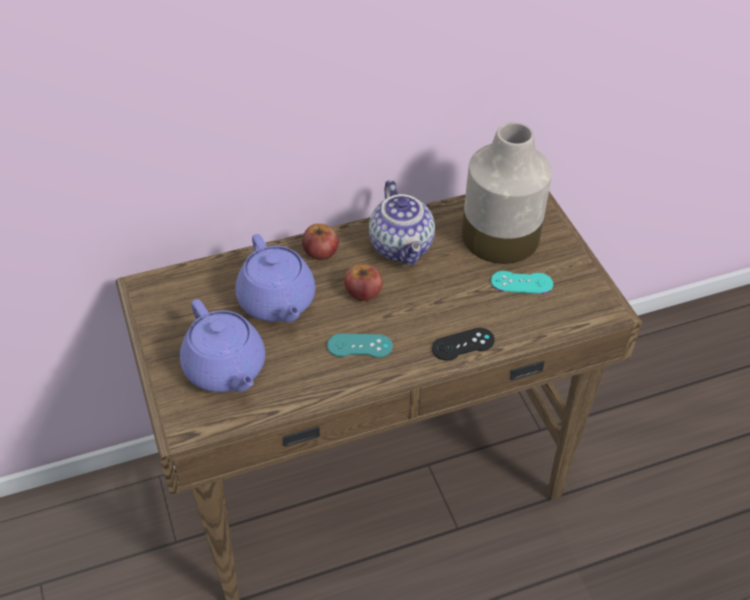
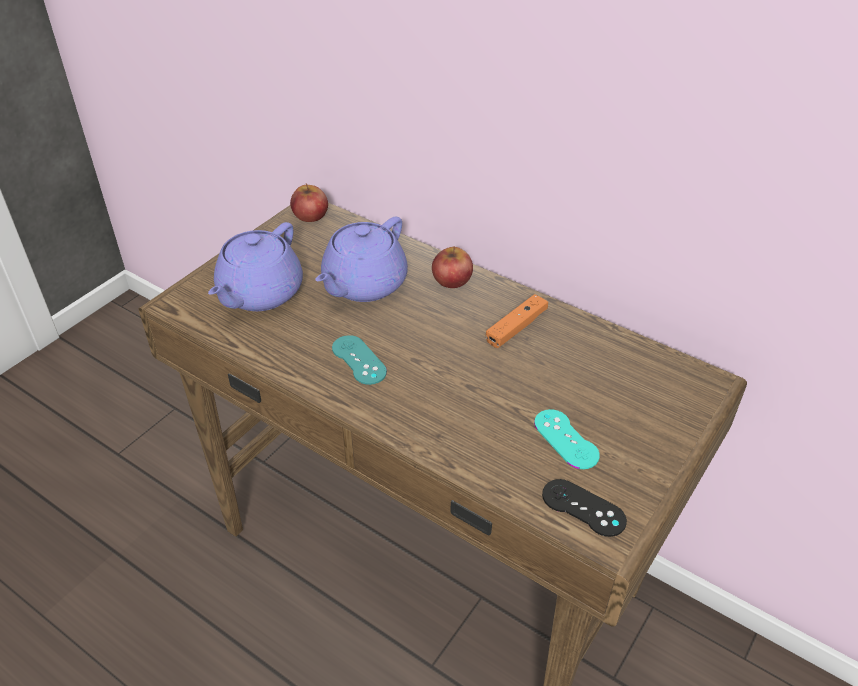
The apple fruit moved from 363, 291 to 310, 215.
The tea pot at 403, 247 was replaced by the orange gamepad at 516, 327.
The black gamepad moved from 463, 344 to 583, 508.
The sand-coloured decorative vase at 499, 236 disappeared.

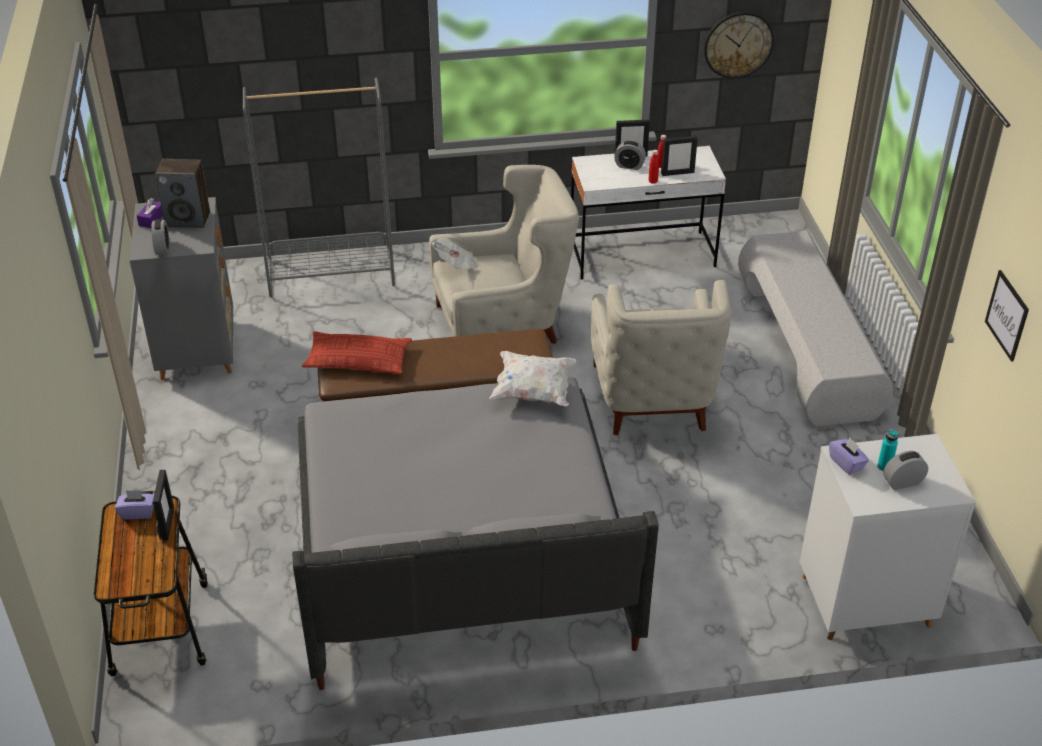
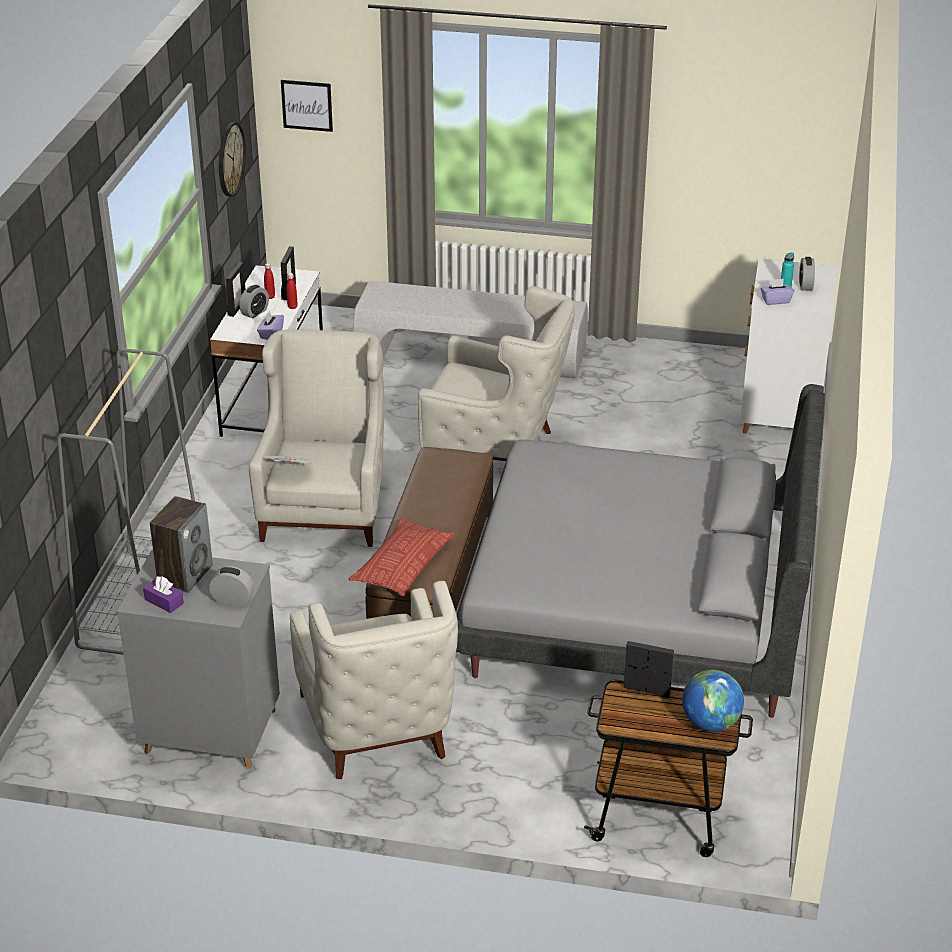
The purple tissue holder moved from 138, 512 to 271, 334.
The wall picture moved from 1007, 315 to 307, 105.
The sand-coloured lounge chair at 378, 731 appeared.
The globe at 710, 723 appeared.
The white pillow at 533, 391 disappeared.

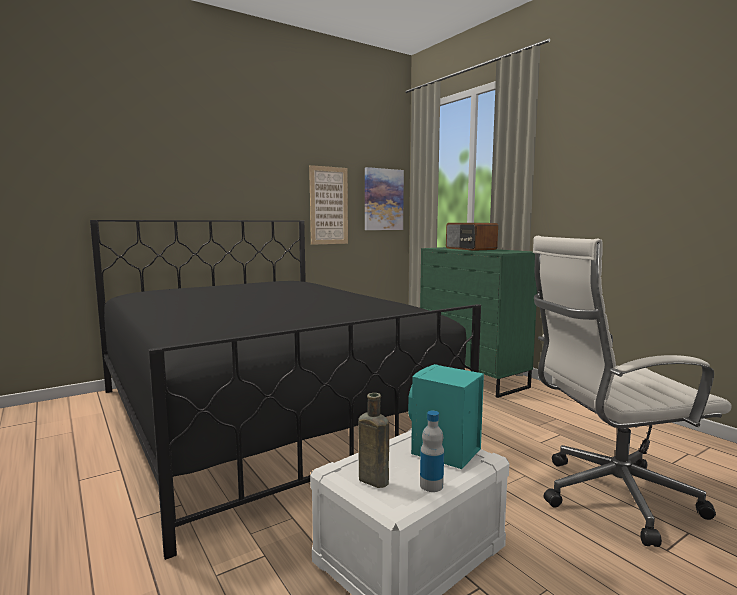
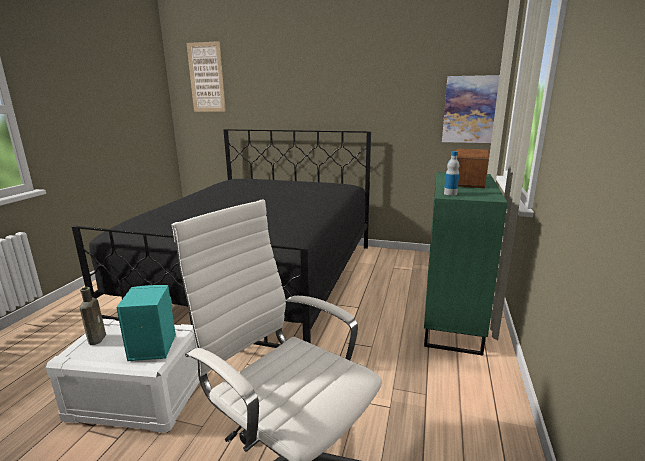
The wall picture moved from 329, 205 to 206, 77.
The drink bottle moved from 431, 485 to 450, 193.

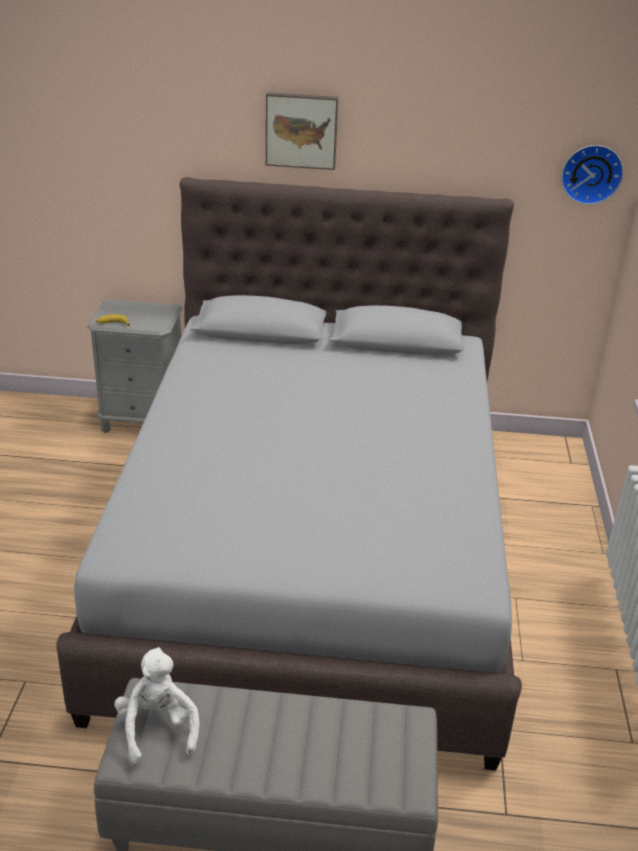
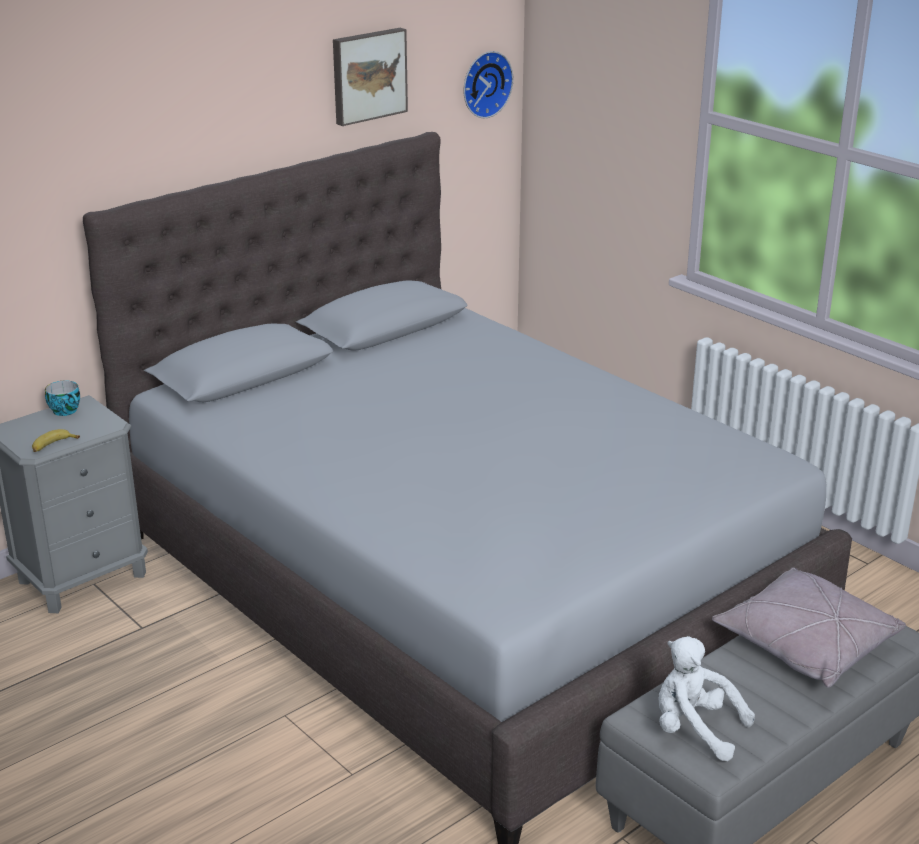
The drinking cup at 67, 411 appeared.
The wall picture moved from 301, 130 to 368, 75.
The purple pillow at 805, 645 appeared.

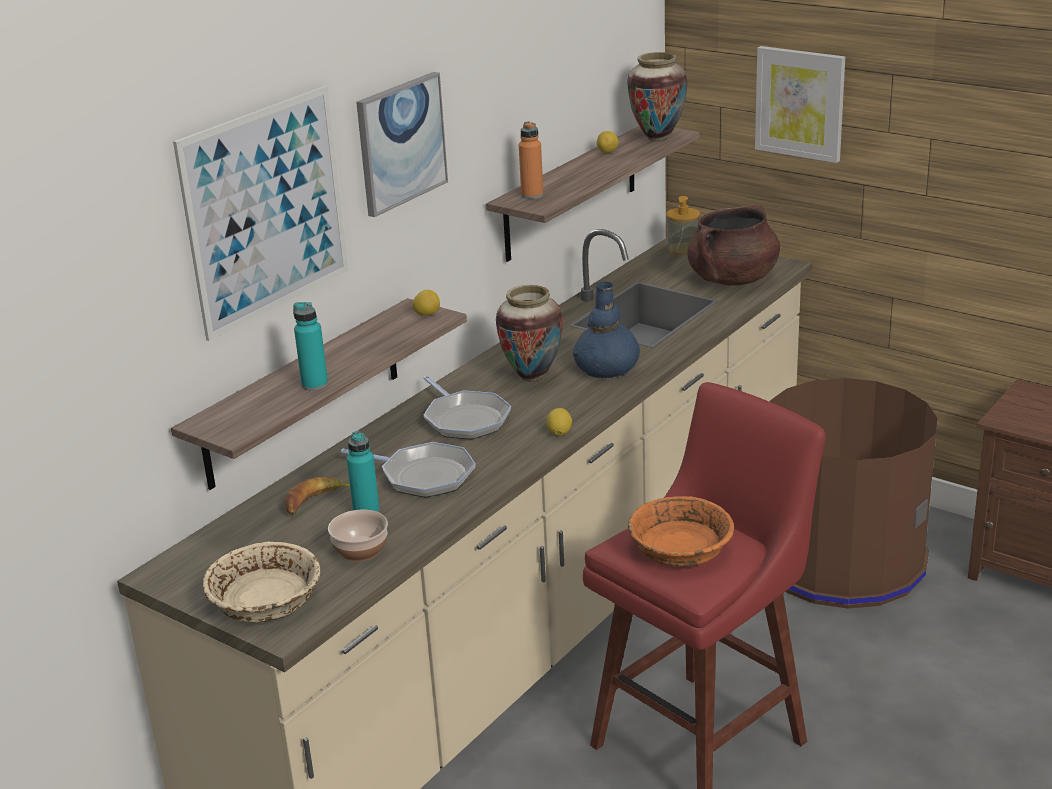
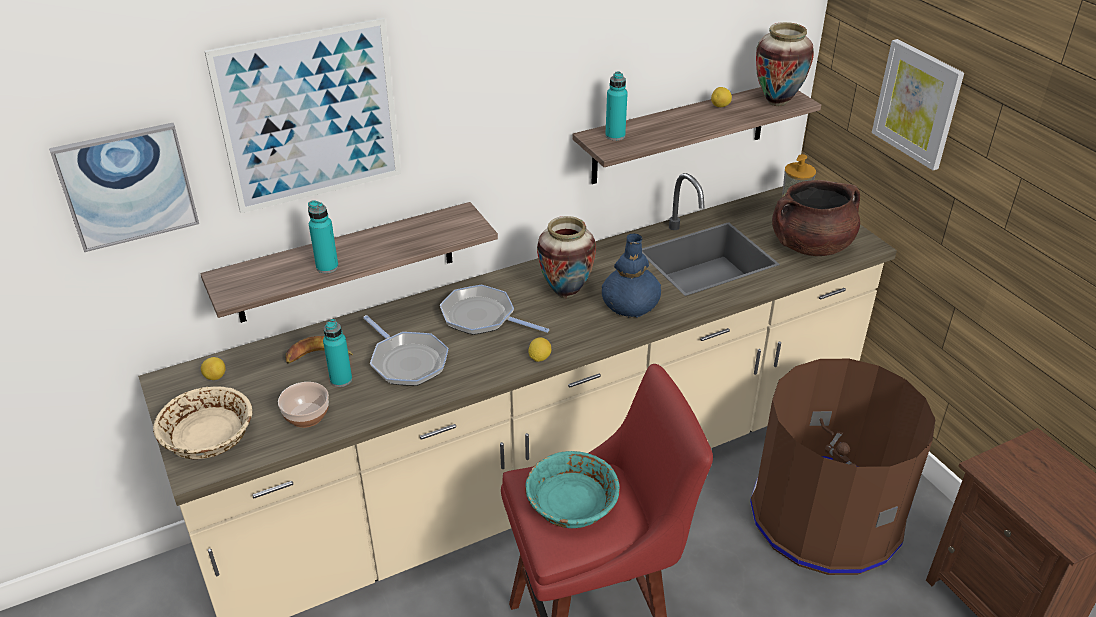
The wall picture moved from 401, 143 to 127, 186.
The citrus fruit moved from 427, 314 to 215, 377.
The skillet at 465, 419 turned 120 degrees clockwise.
The orange deep dish at 679, 548 became the turquoise deep dish at 571, 502.
The orange drink bottle at 532, 195 became the turquoise drink bottle at 615, 136.

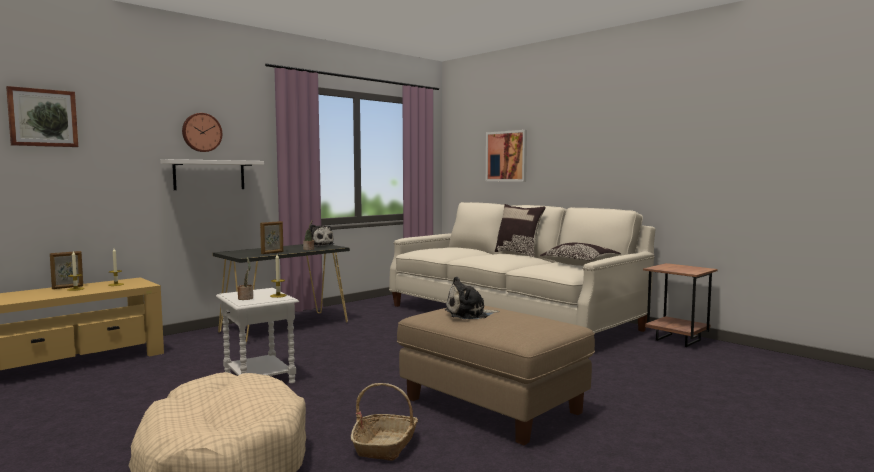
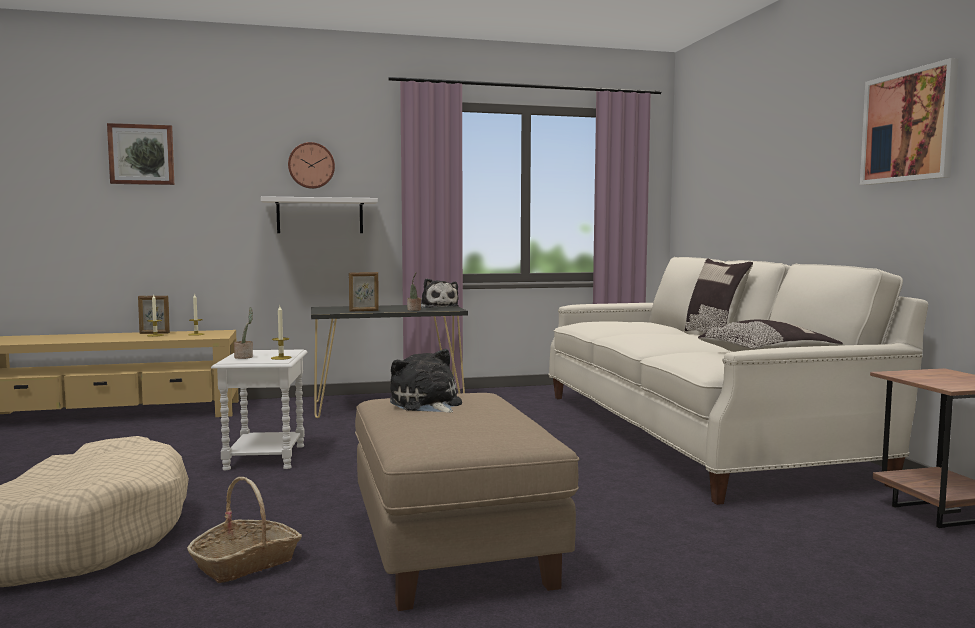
The cuddly toy at 469, 314 turned 45 degrees clockwise.
The wall picture moved from 506, 156 to 908, 126.

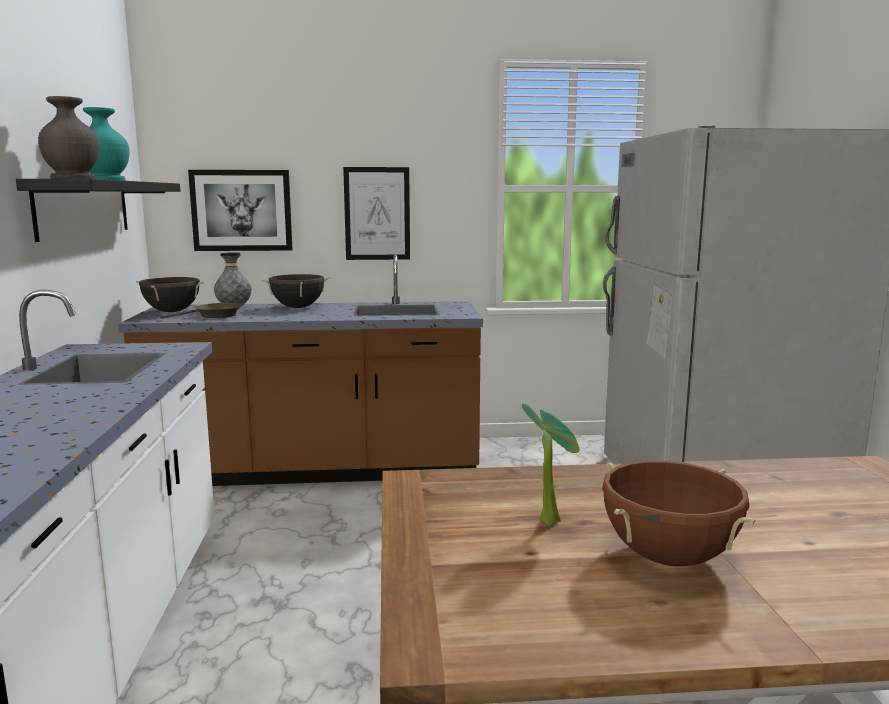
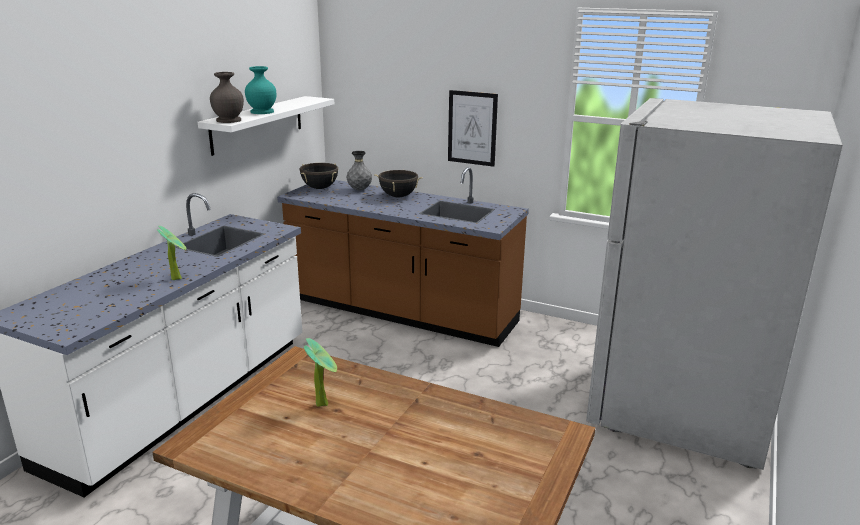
The plant in a pot at 177, 278 appeared.
The black bracket shelf at 84, 208 became the white bracket shelf at 257, 124.
The brownish skillet at 214, 316 disappeared.
The wall picture at 241, 210 disappeared.
The brownish stockpot at 669, 557 disappeared.

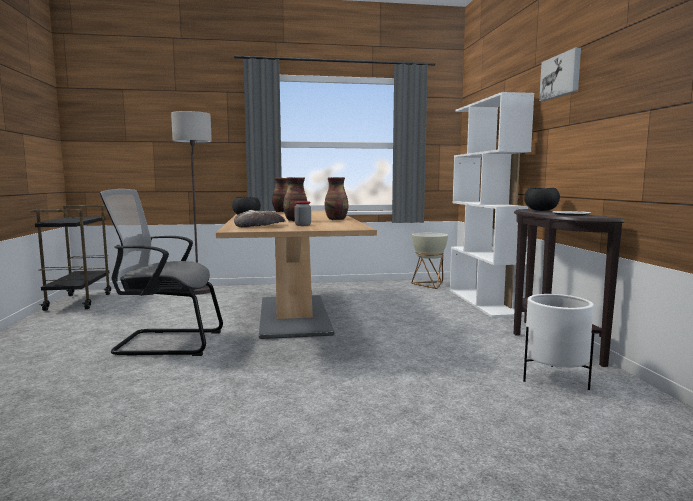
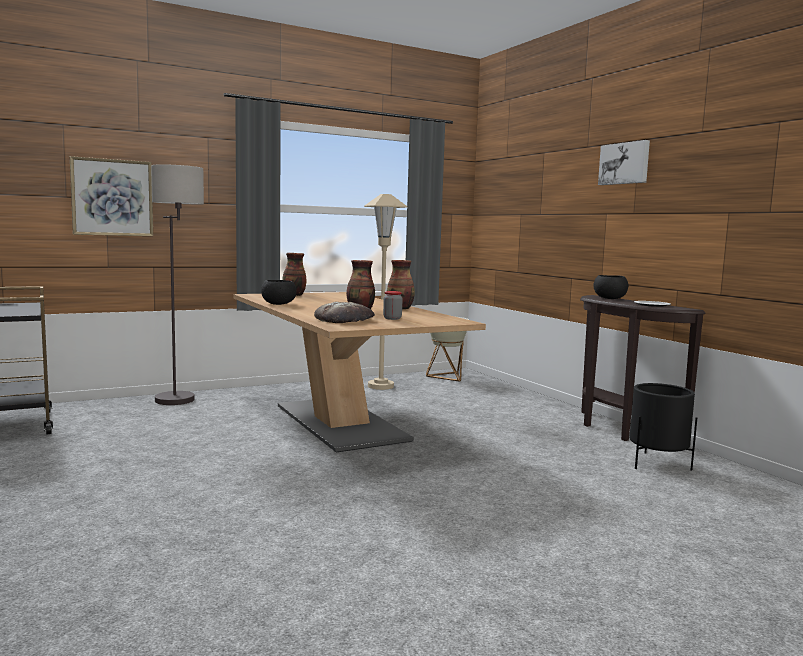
The wall picture at 112, 197 appeared.
The sand-coloured standard lamp at 380, 386 appeared.
The white flower pot at 554, 378 became the black flower pot at 657, 464.
The chair at 166, 342 disappeared.
The white bookcase at 483, 302 disappeared.

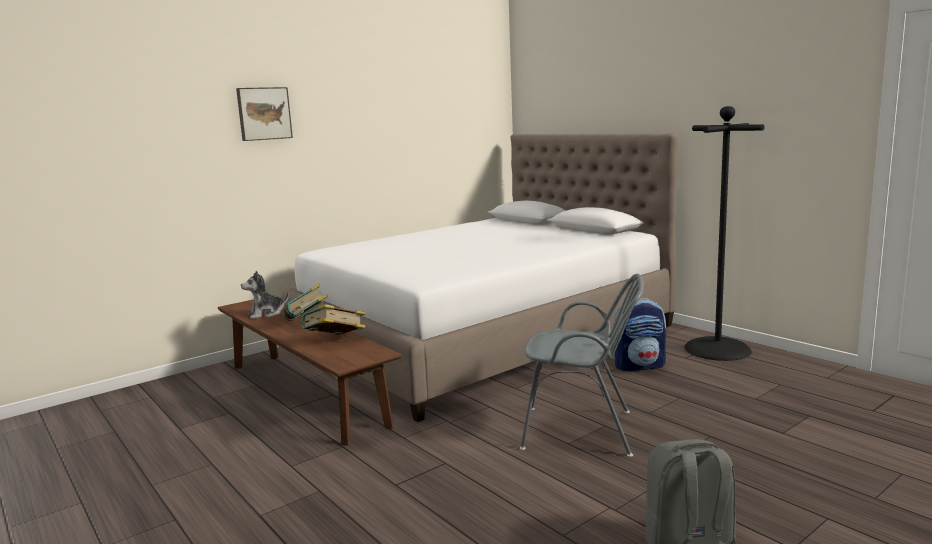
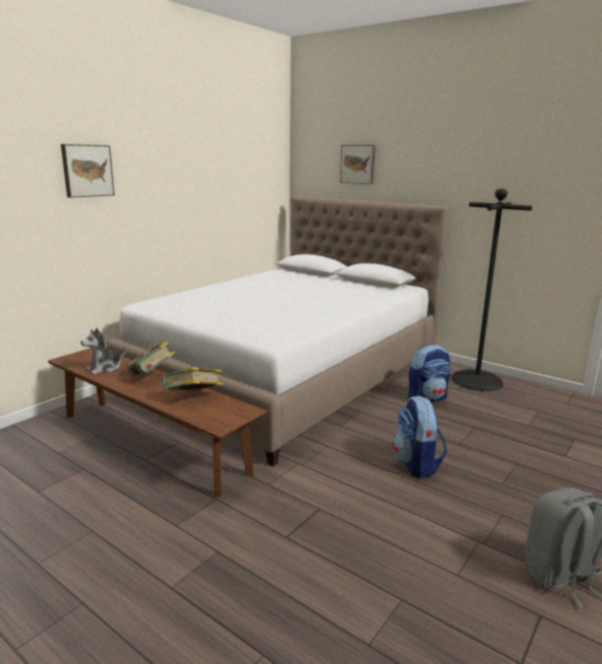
The wall picture at 358, 164 appeared.
The gray chair at 583, 430 was replaced by the backpack at 417, 464.

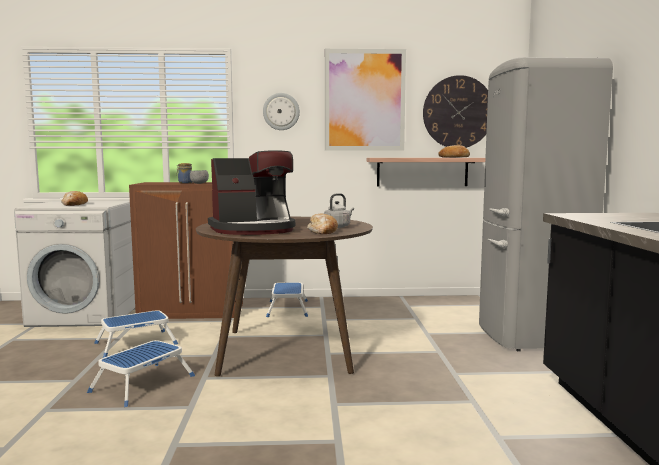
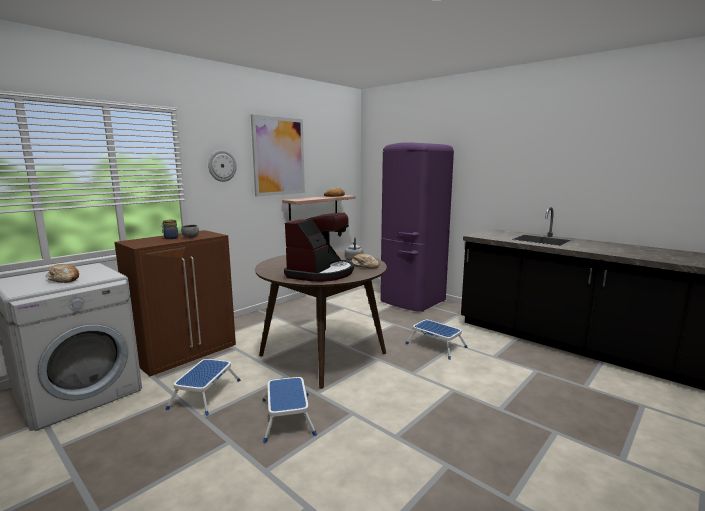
The gray kitchen fridge at 528, 336 became the purple kitchen fridge at 411, 302.
The blue stepladder moved from 287, 308 to 436, 345.
The wall clock at 458, 112 disappeared.

